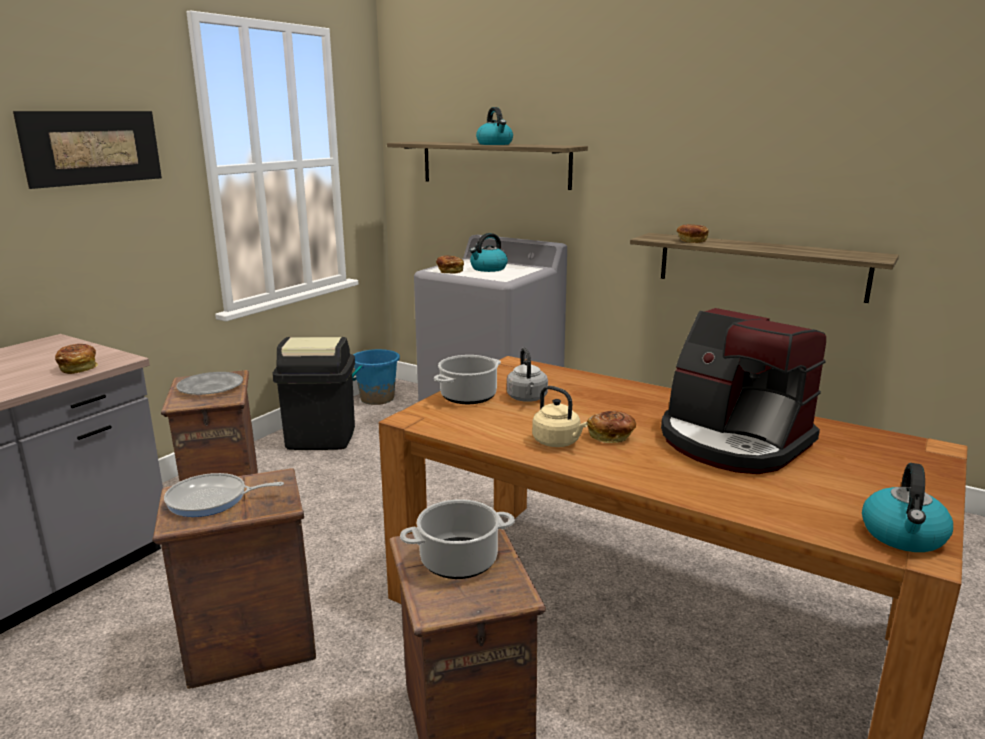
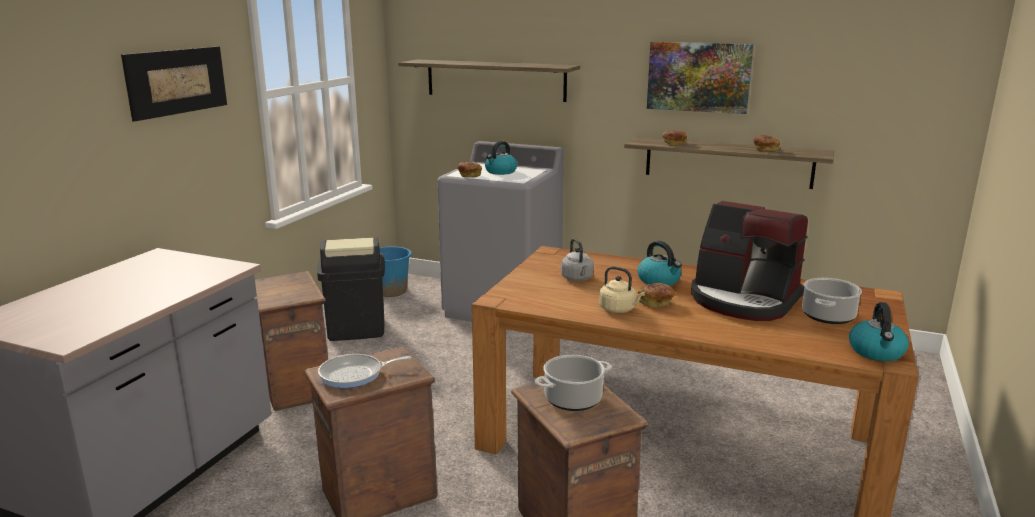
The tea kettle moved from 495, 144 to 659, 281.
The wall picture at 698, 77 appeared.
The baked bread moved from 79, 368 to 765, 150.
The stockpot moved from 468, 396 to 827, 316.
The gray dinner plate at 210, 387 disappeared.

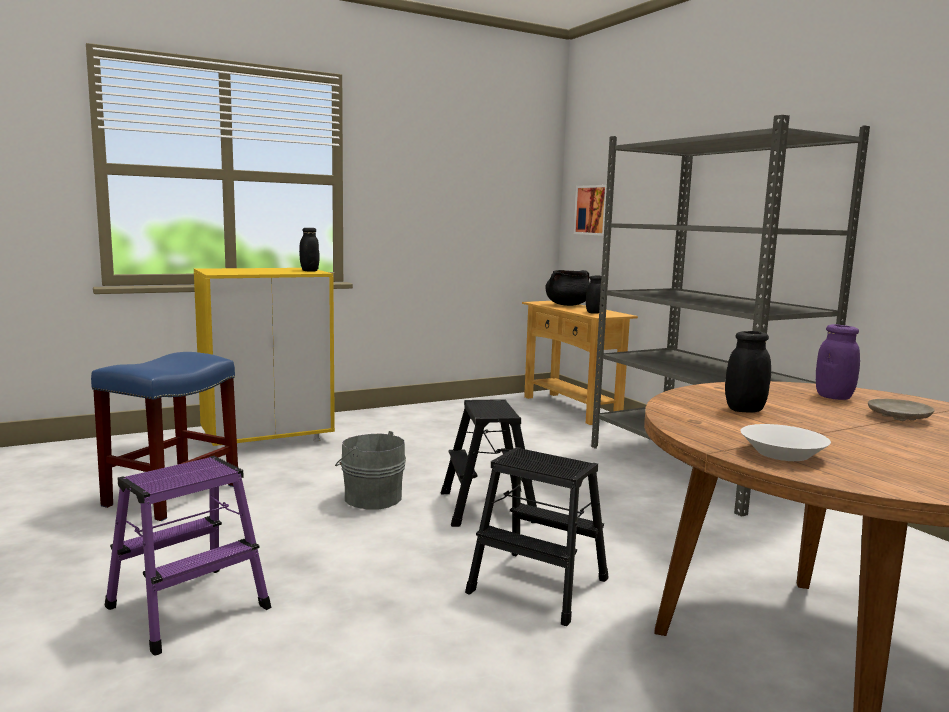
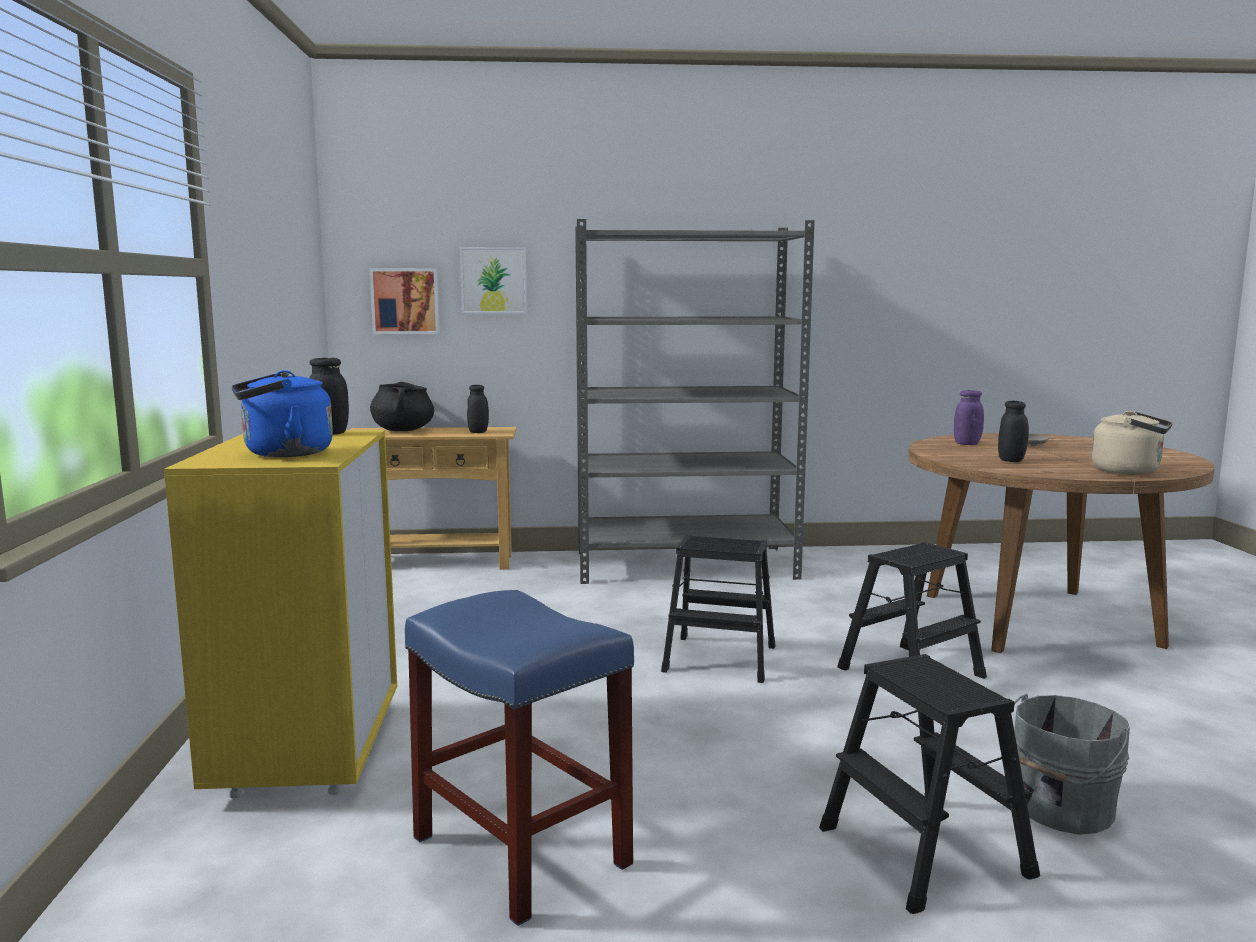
The blue tea kettle at 283, 454 appeared.
The wall picture at 494, 280 appeared.
The purple stepladder at 189, 606 became the black stepladder at 924, 850.
The gray water bucket moved from 371, 498 to 1060, 809.
The white deep dish at 781, 454 was replaced by the sand-coloured tea kettle at 1130, 471.

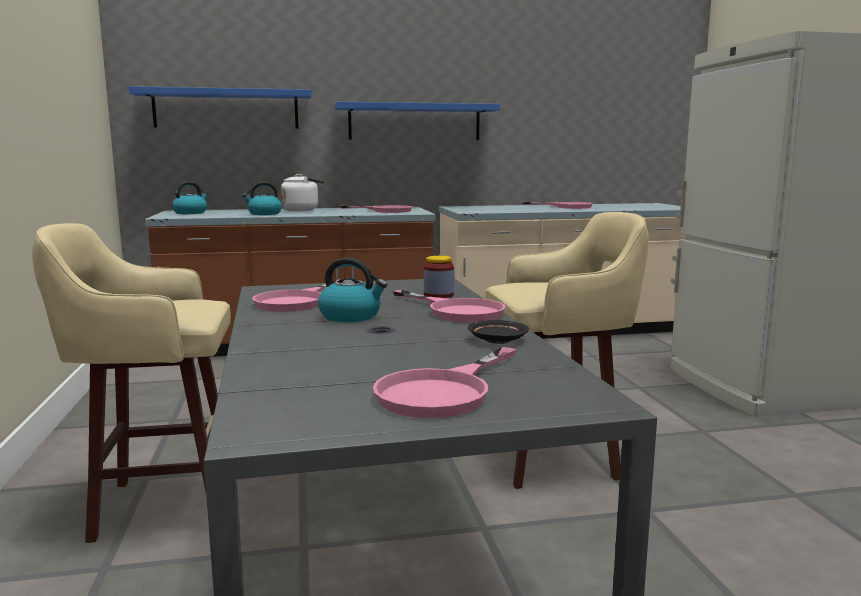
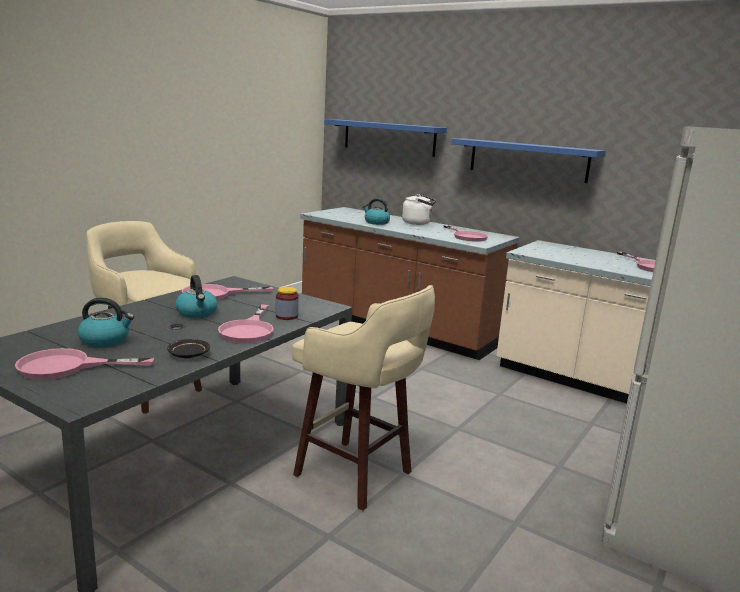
The tea kettle moved from 190, 213 to 105, 340.

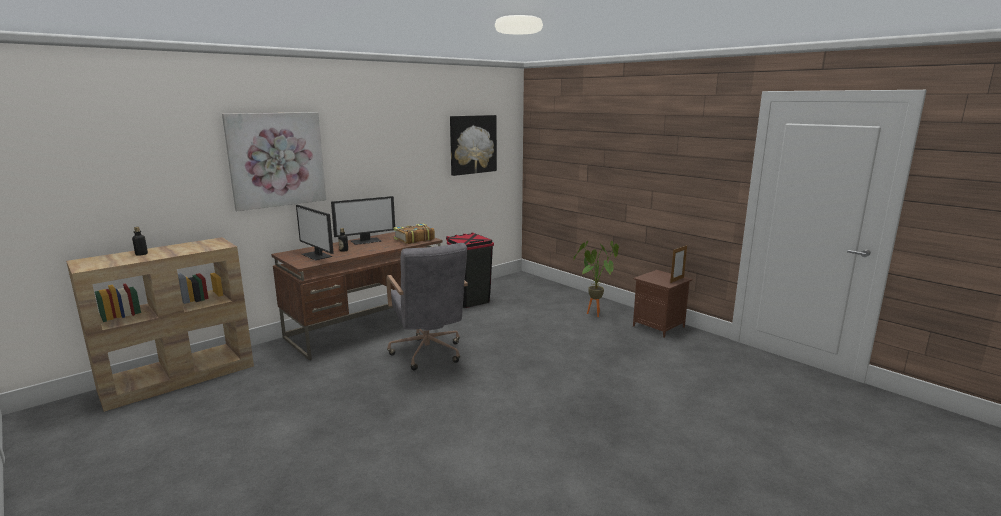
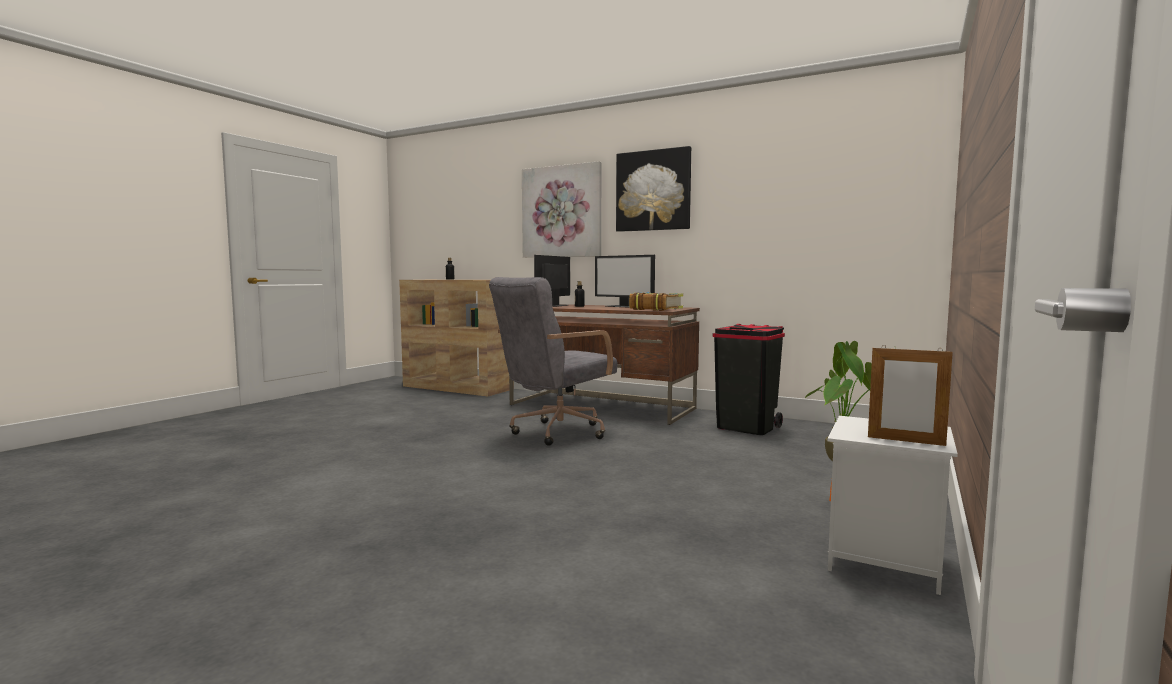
The wall picture moved from 472, 144 to 653, 190.
The brownish bedside table at 660, 327 became the gray bedside table at 886, 563.

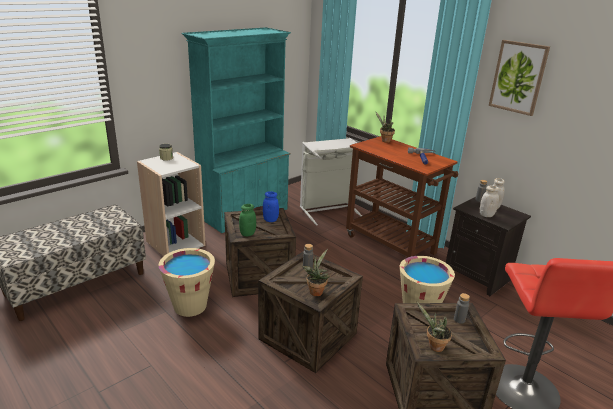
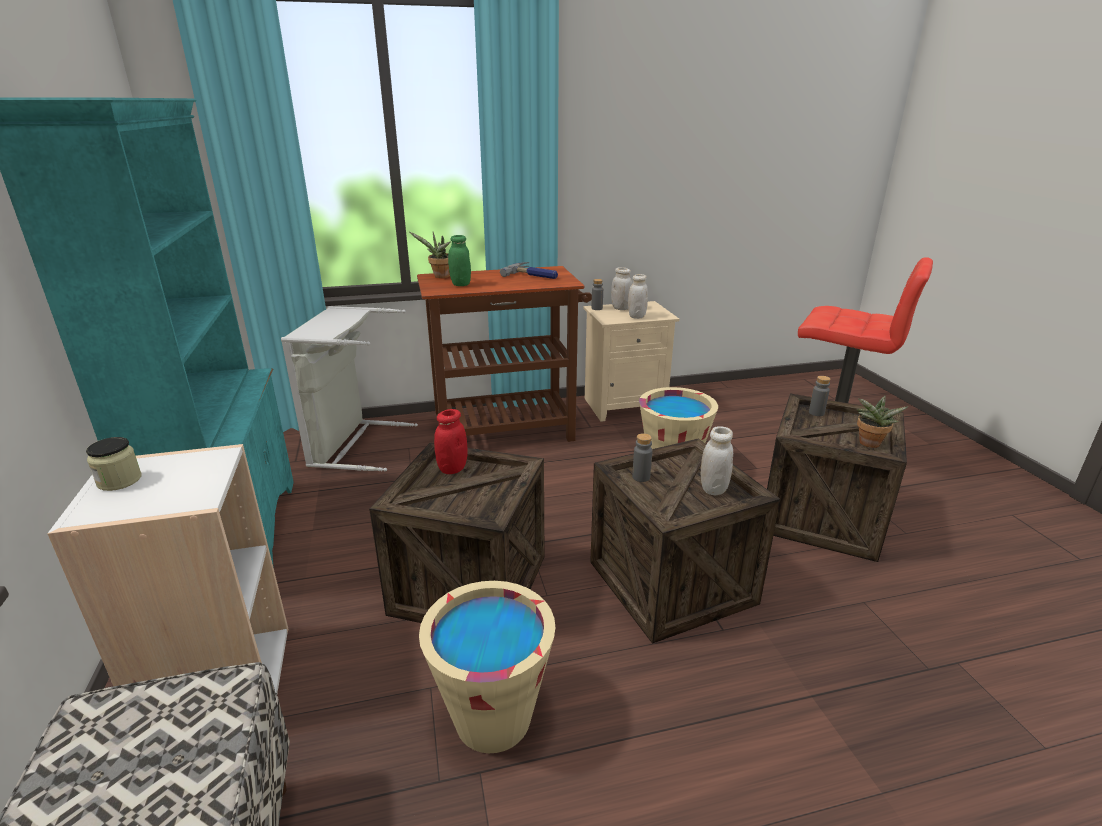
The blue jar at 270, 220 became the red-coloured jar at 452, 468.
The greenish jar moved from 247, 234 to 460, 284.
The black bedside table at 478, 276 became the sand-coloured bedside table at 625, 405.
The plant in a pot at 316, 291 was replaced by the white jar at 713, 489.
The wall picture at 518, 77 disappeared.

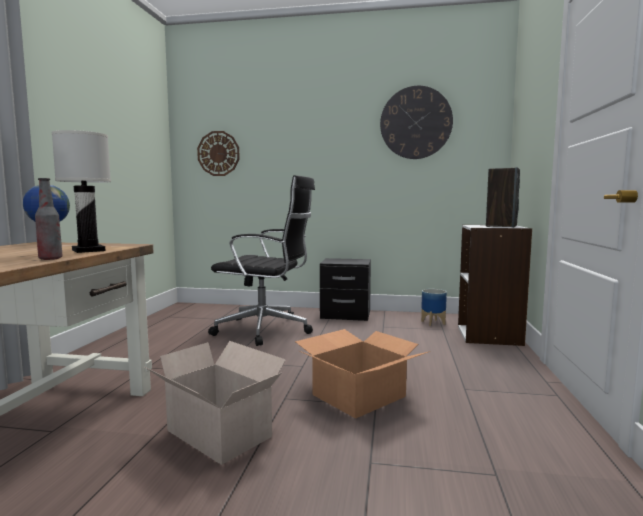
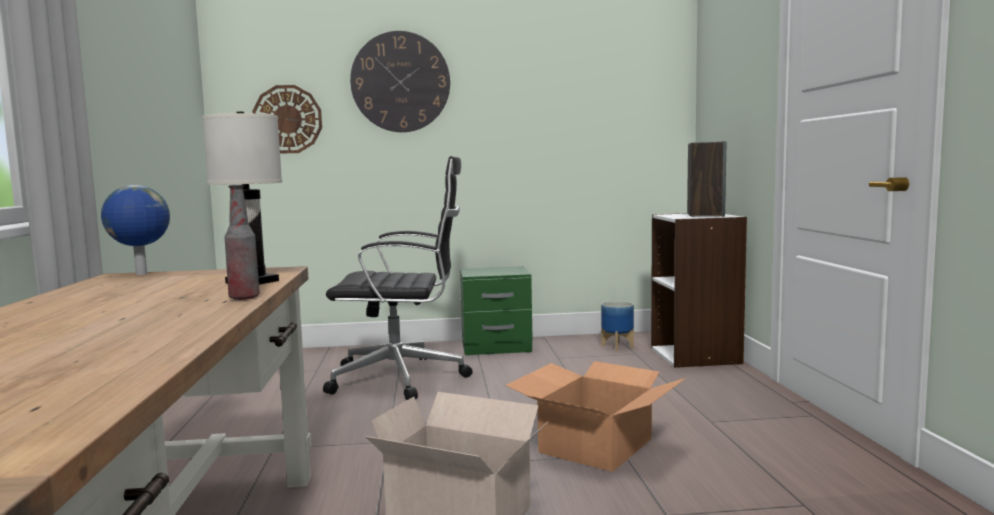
The wall clock moved from 416, 123 to 400, 82.
The black bedside table at 345, 315 became the greenish bedside table at 496, 347.

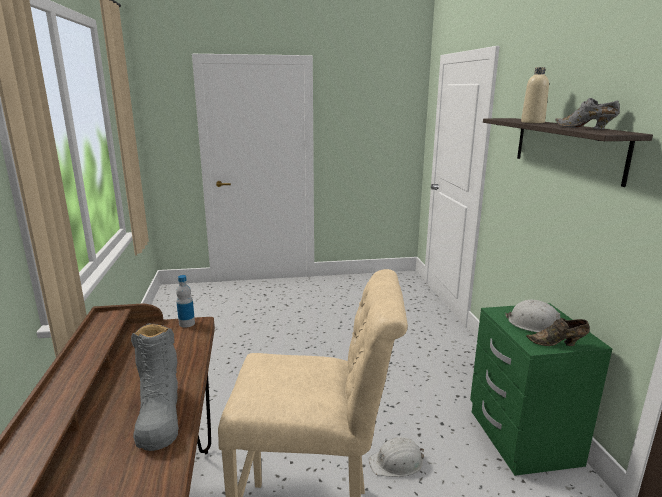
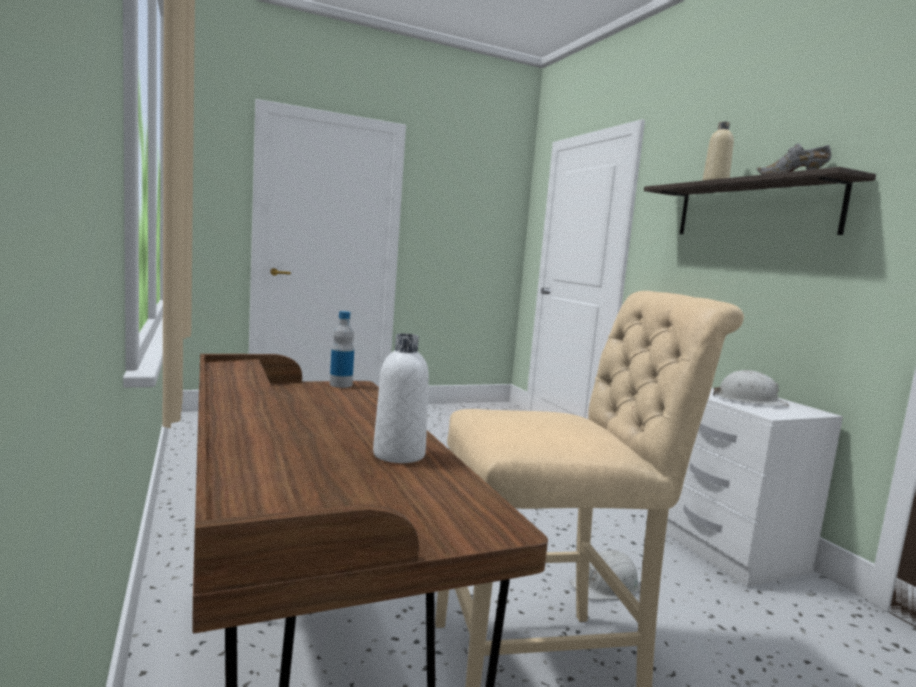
The gray high-top boot at 159, 414 was replaced by the white drink bottle at 399, 454.
The greenish bedside table at 521, 437 became the white bedside table at 729, 550.
The brownish low shoe at 558, 343 disappeared.

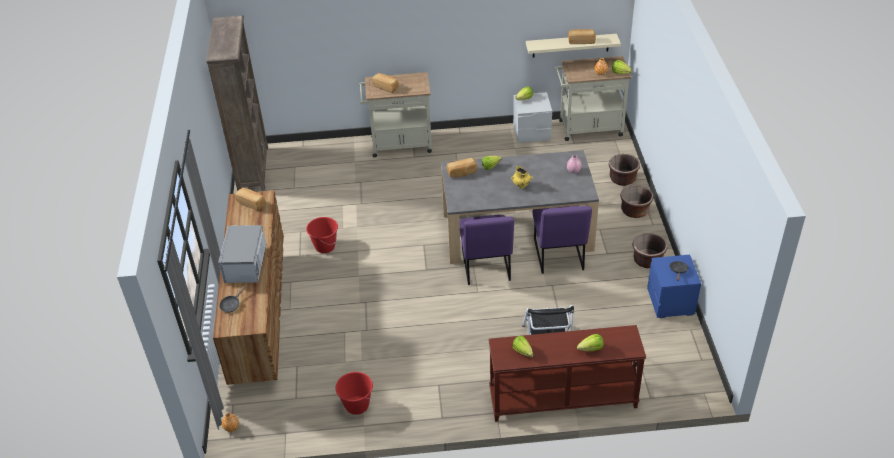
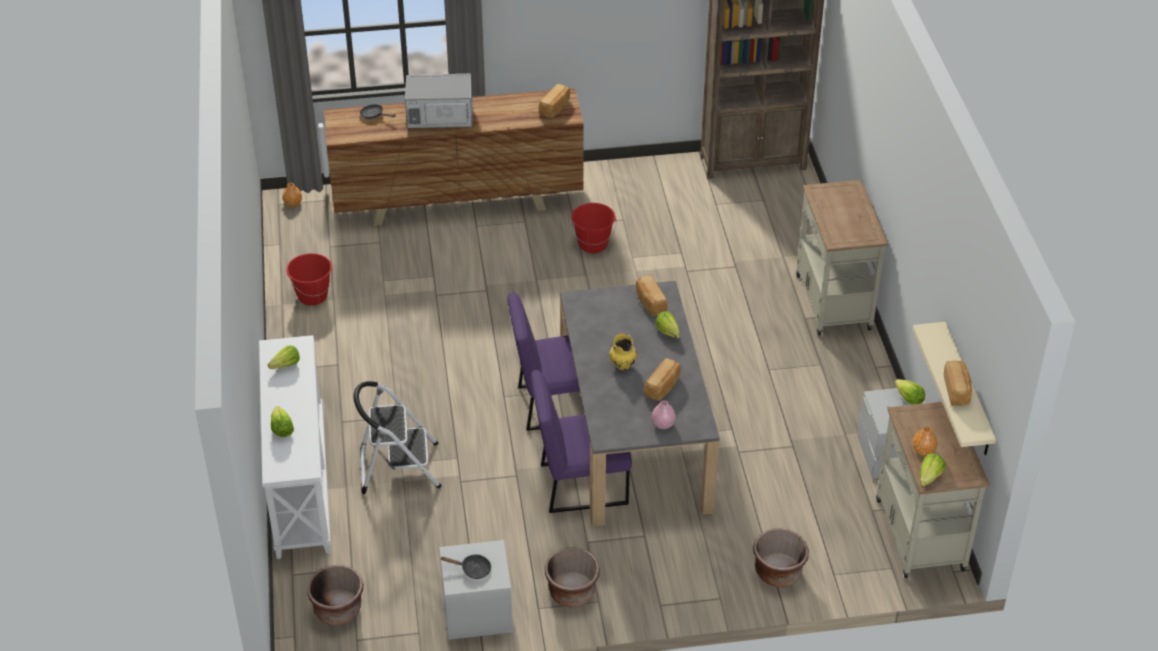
The brownish hall table at 562, 400 became the white hall table at 299, 482.
The brownish flower pot moved from 635, 211 to 338, 610.
The blue bedside table at 671, 302 became the white bedside table at 477, 614.
The baked bread moved from 386, 87 to 663, 387.

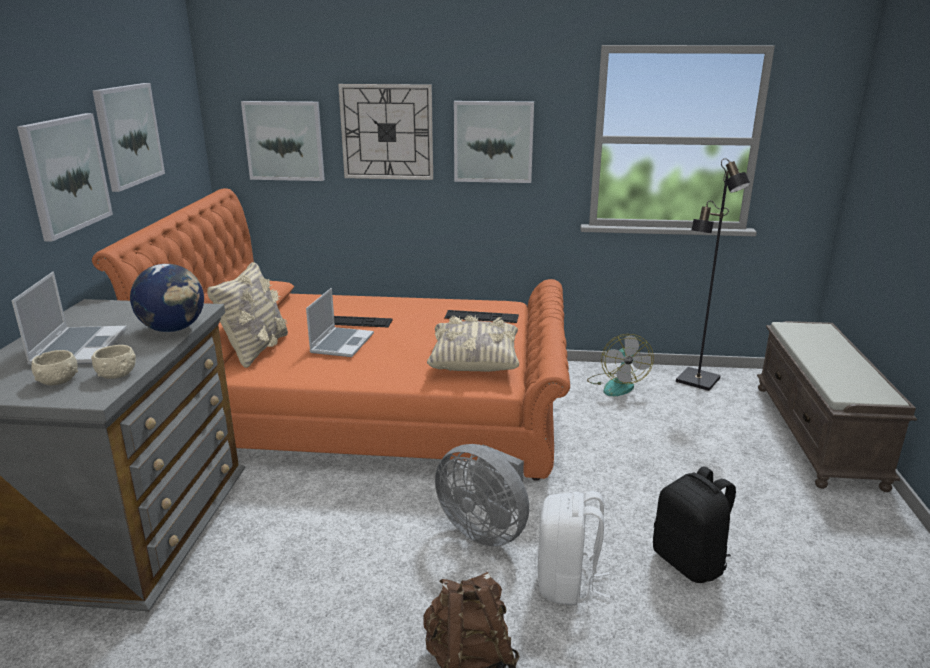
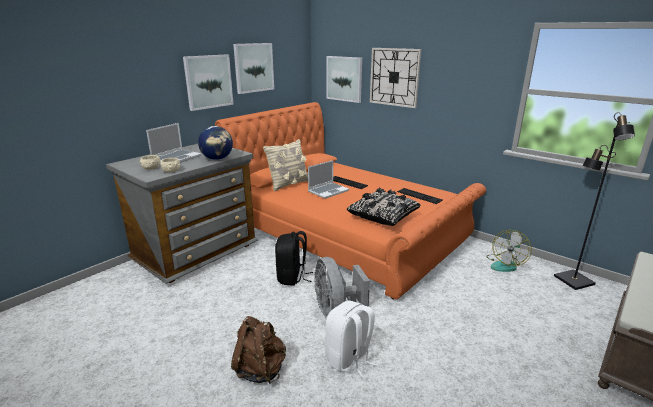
The black backpack moved from 690, 562 to 292, 277.
The sand-coloured pillow at 474, 362 became the black pillow at 383, 218.
The wall picture at 493, 142 disappeared.

